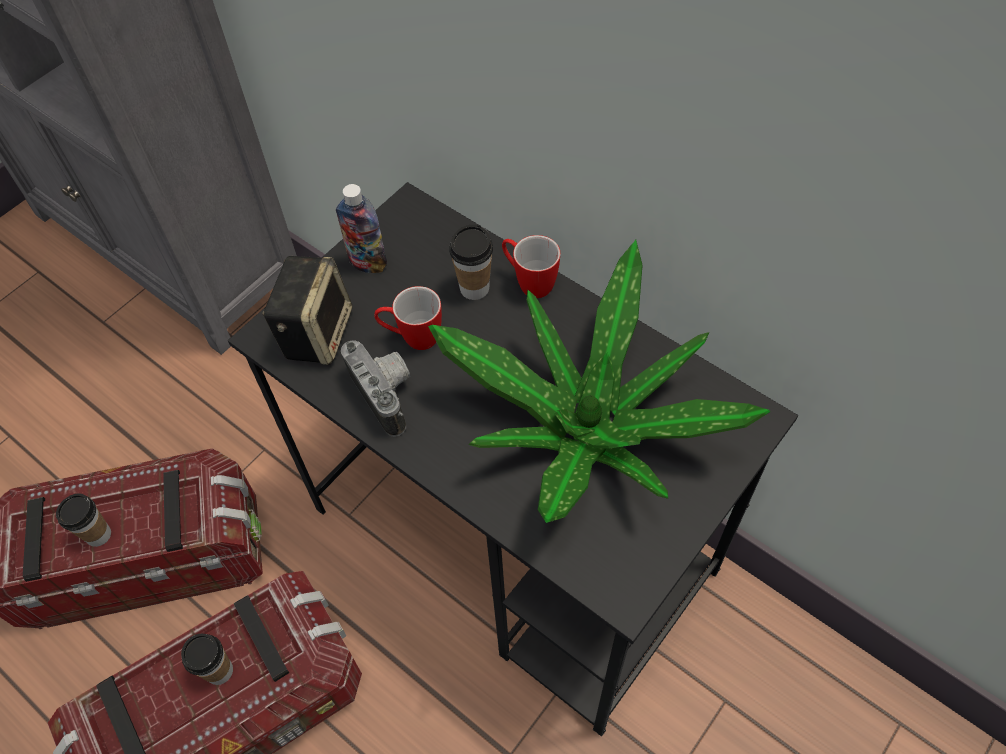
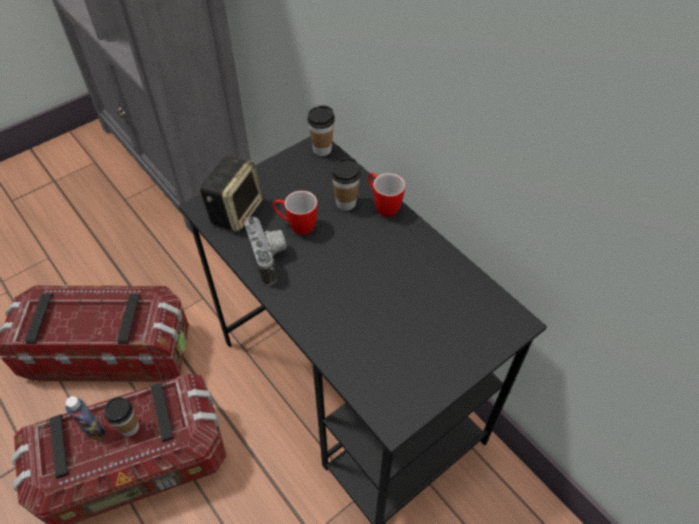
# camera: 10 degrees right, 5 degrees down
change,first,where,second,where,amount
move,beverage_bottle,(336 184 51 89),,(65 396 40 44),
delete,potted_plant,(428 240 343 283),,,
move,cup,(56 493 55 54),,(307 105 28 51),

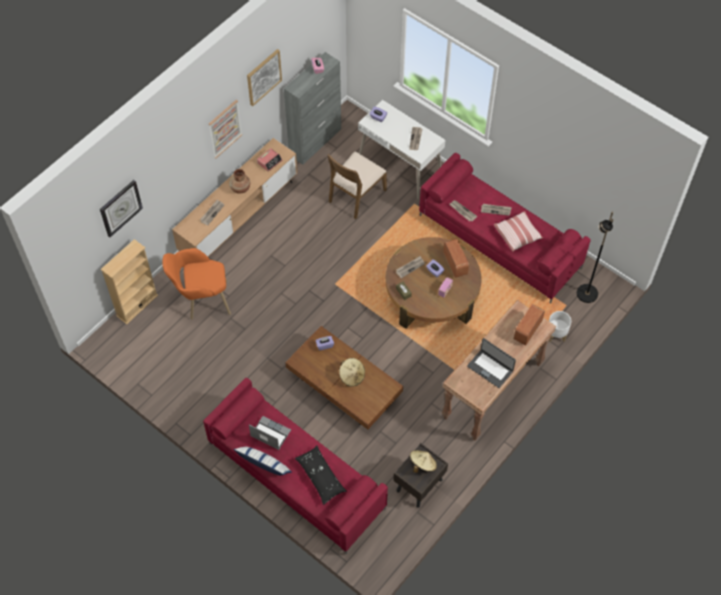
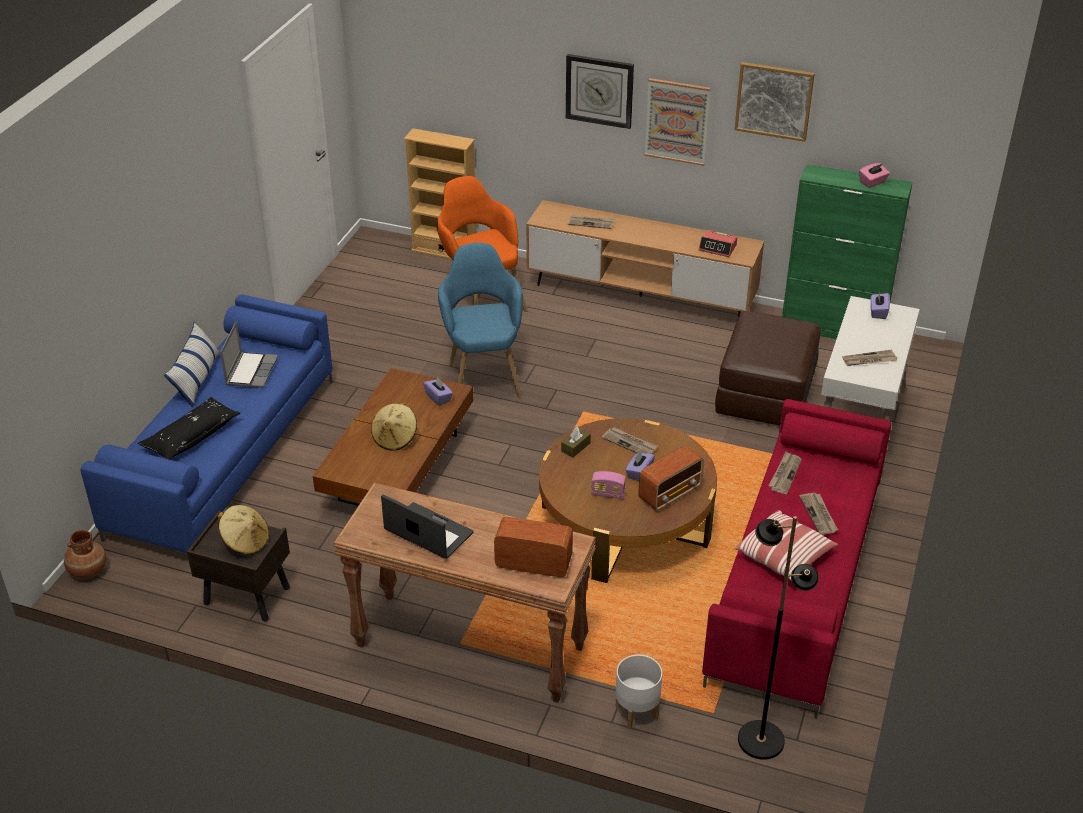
# camera: 70 degrees right, 20 degrees down
change,first,where,second,where,amount
recolor,grey_storage_cabinet,(284 52 57 113),greenish_storage_cabinet,(782 164 131 175),
replace,brown-coloured_upright_chair,(327 151 60 68),brown-coloured_footrest,(715 311 106 115),
move,brown-coloured_vase,(229 169 21 25),,(64 530 42 49),
move,wall_clock,(100 180 43 57),,(566 54 68 75),
rotate,portable_computer,(467 338 49 50),,(381 494 93 65),105 degrees clockwise
recolor,red-coloured_settee,(203 378 185 177),blue_settee,(81 294 252 266),
insert,,,blue_lounge_chair,(438 243 85 155),

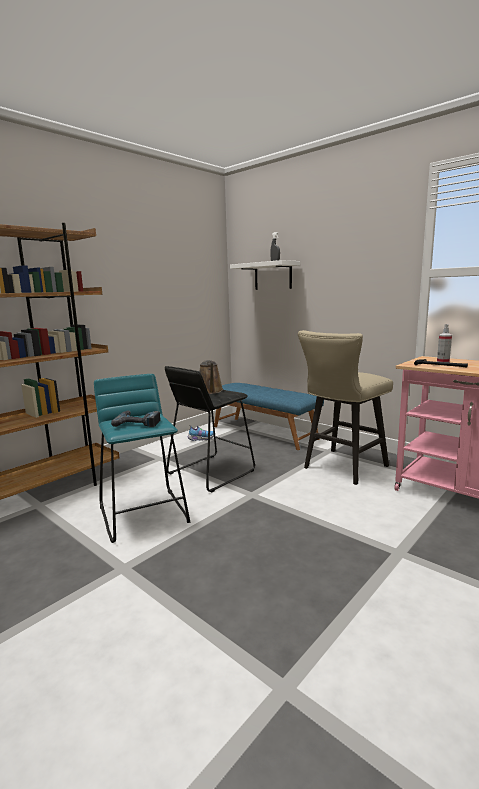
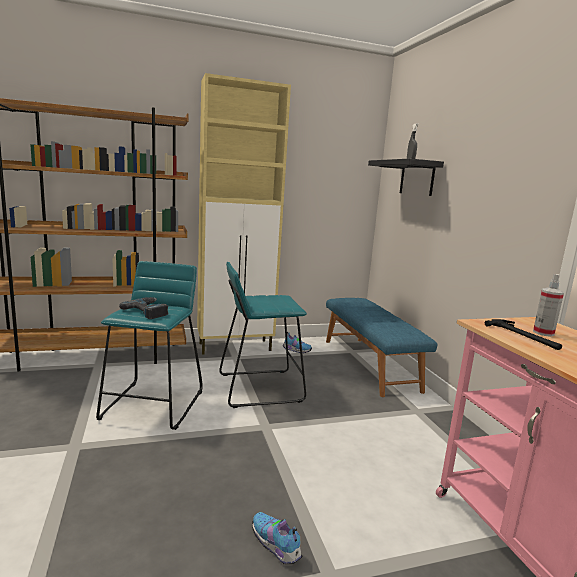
# camera: 30 degrees right, 0 degrees up
change,first,where,second,where,amount
recolor,white-coloured_wall_shelf,(230 260 70 30),blackish_wall_shelf,(368 159 76 37),
delete,beige_stool,(298 330 95 155),,,
delete,brown-coloured_watering_pot,(199 360 24 34),,,
recolor,blackish_stool,(165 366 90 126),turquoise-coloured_stool,(219 262 88 146),
insert,,,beige_storage_cabinet,(197 73 94 282),
insert,,,shoe,(252 512 51 52),

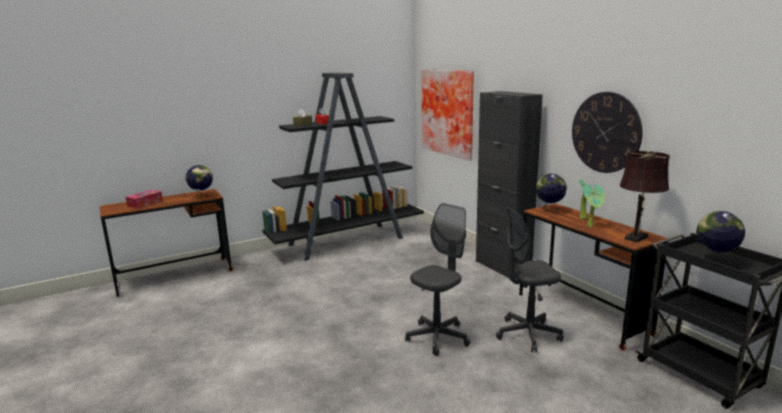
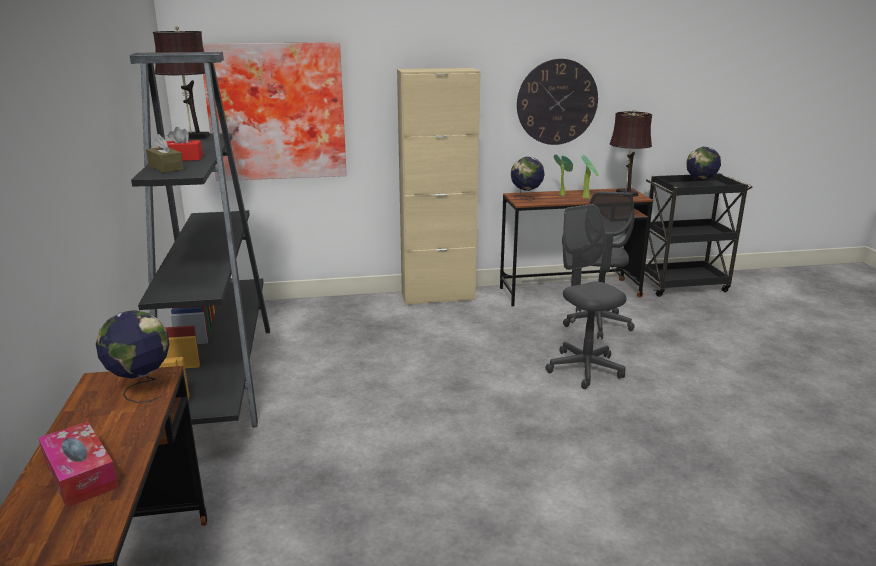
# camera: 70 degrees left, 5 degrees up
change,first,where,second,where,amount
recolor,blackish_storage_cabinet,(476 91 67 187),beige_storage_cabinet,(397 68 84 237),
insert,,,brown-coloured_lamp_for_a_table,(153 26 58 113),

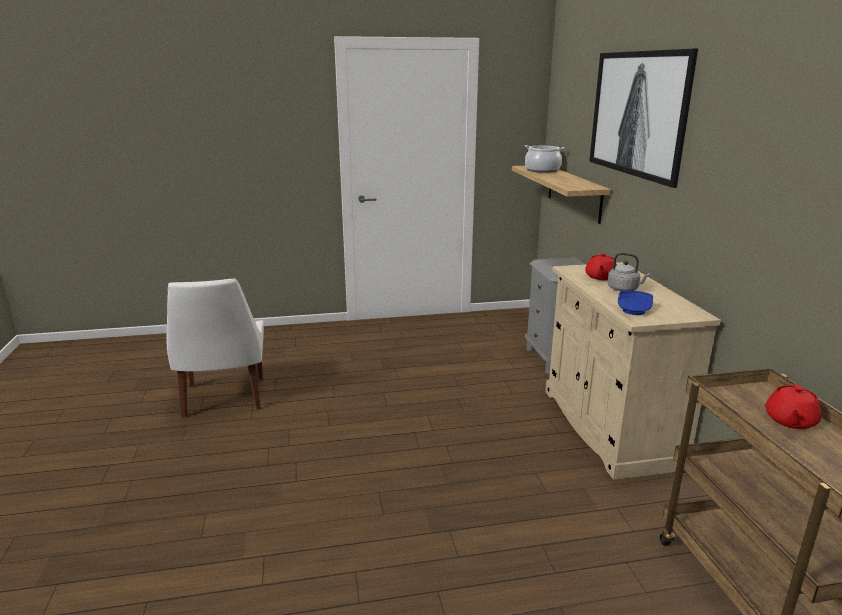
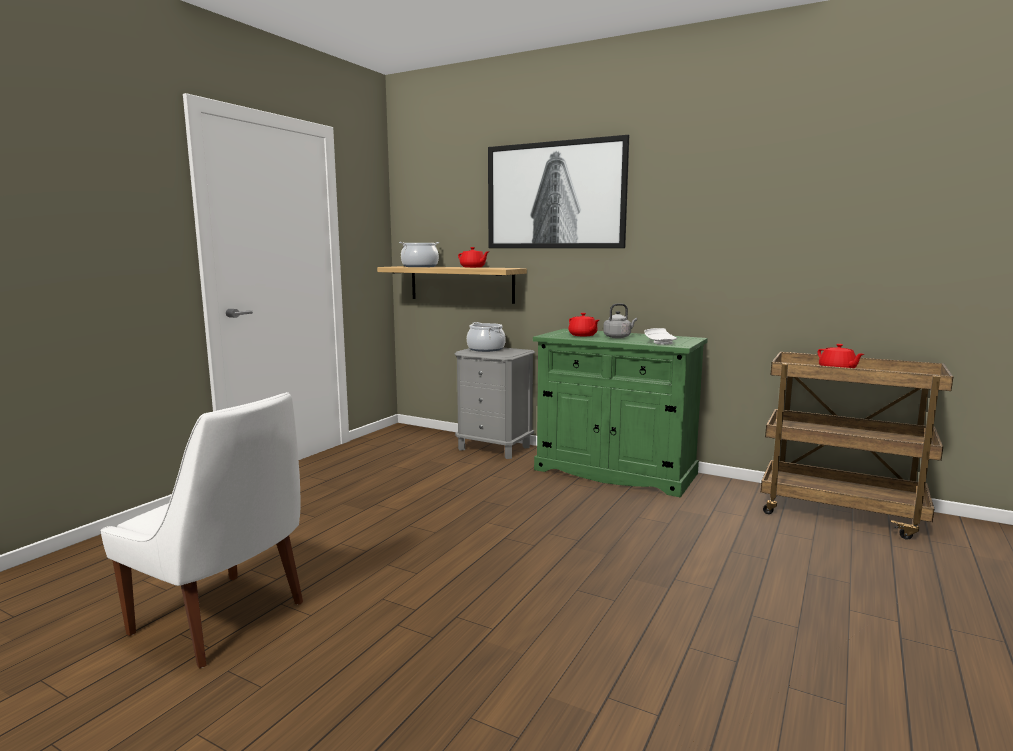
# camera: 50 degrees left, 10 degrees down
change,first,where,second,where,amount
recolor,beige_storage_cabinet,(545 262 176 218),greenish_storage_cabinet,(533 329 175 168),
recolor,blue_flat_dish,(618 291 35 24),white-coloured_flat_dish,(644 328 33 17),
insert,,,red-coloured_teapot,(458 247 32 21),
insert,,,stockpot,(467 322 39 30),

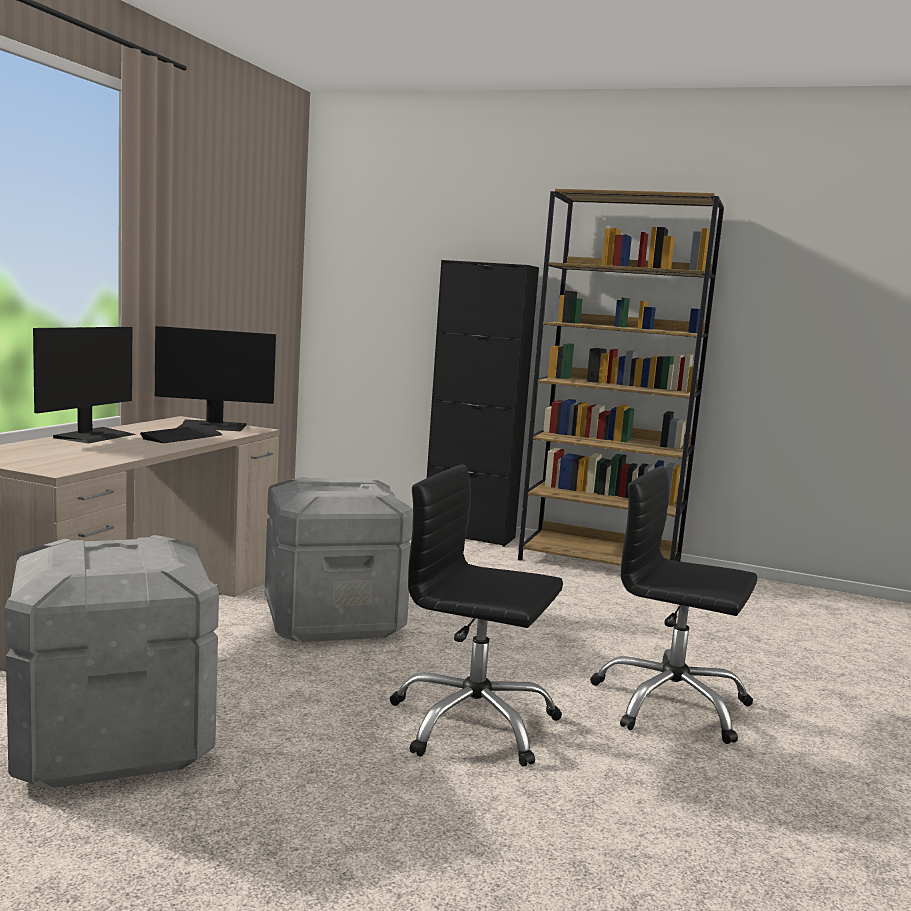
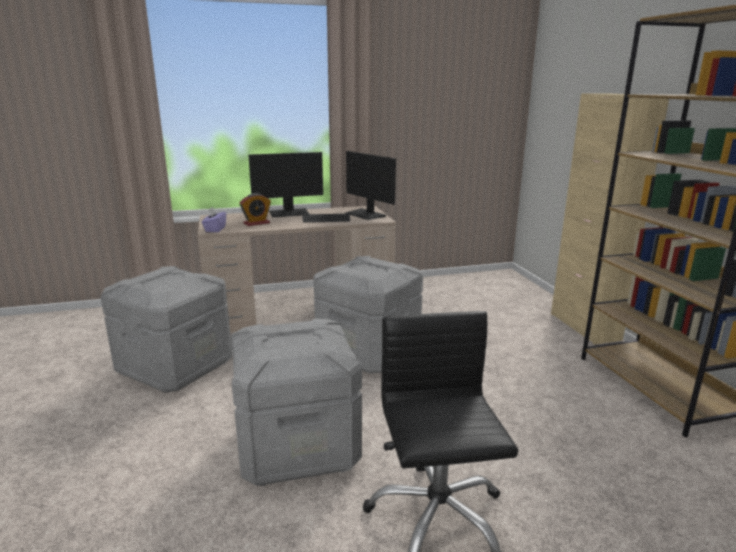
# camera: 55 degrees right, 10 degrees up
change,first,where,second,where,amount
recolor,blackish_storage_cabinet,(427 260 112 287),beige_storage_cabinet,(551 94 118 251),
replace,blackish_office_chair,(390 464 173 303),grey_storage_container,(231 319 131 167),
insert,,,alarm_clock,(240 193 31 33),
insert,,,purple-coloured_tissue_holder,(202 207 24 25),

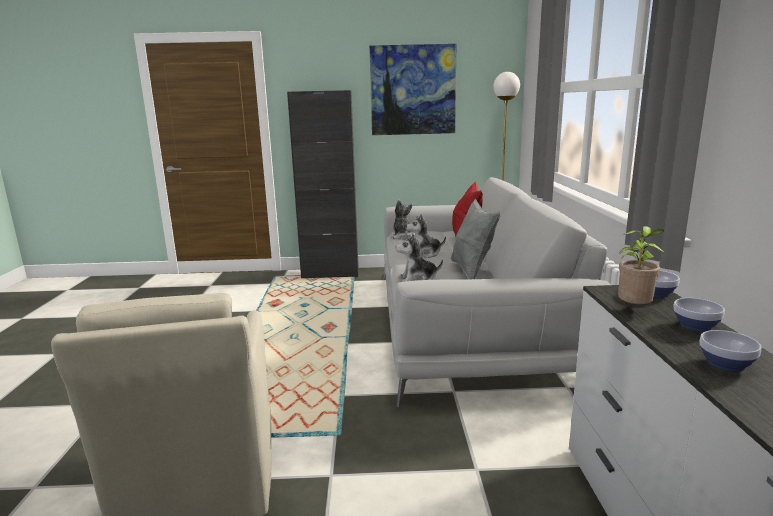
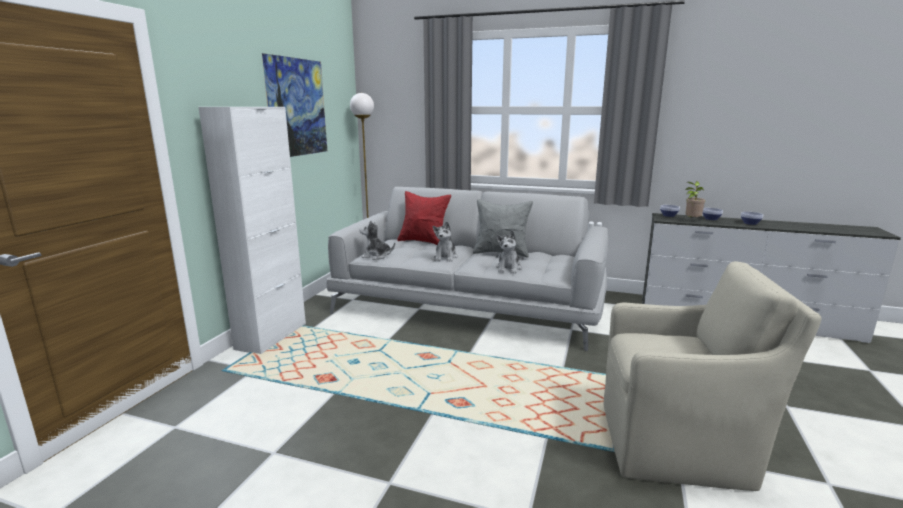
# camera: 70 degrees left, 0 degrees up
change,first,where,second,where,amount
recolor,blackish_storage_cabinet,(287 90 72 188),white-coloured_storage_cabinet,(199 107 107 247),

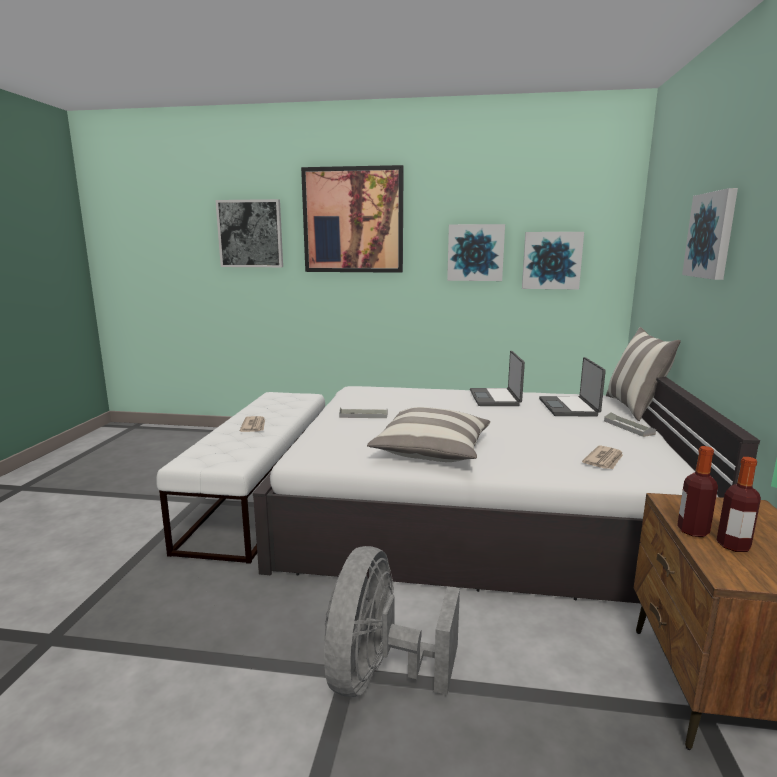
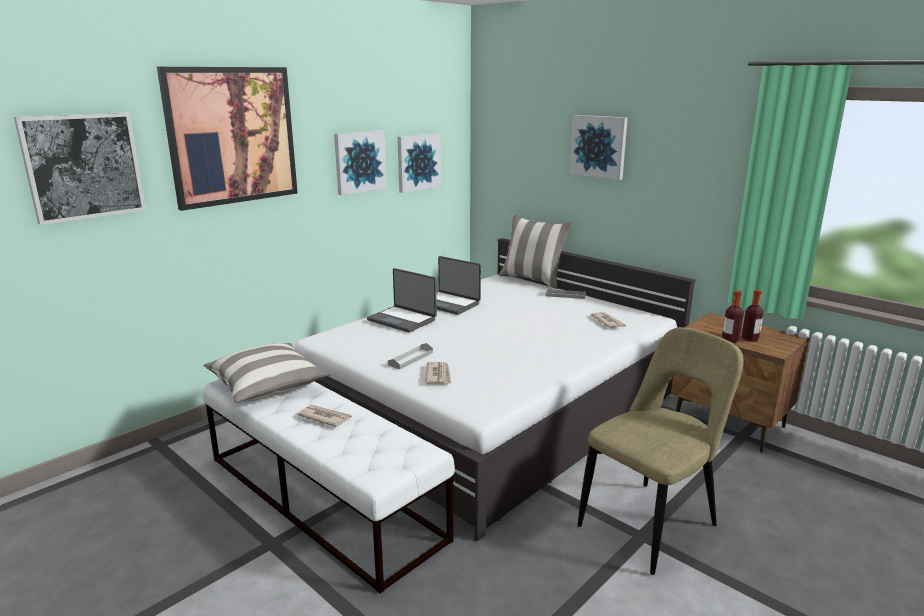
# camera: 55 degrees left, 5 degrees up
change,first,where,second,where,amount
move,portable_computer,(539 357 67 60),,(367 268 70 64),
move,cushion,(367 407 124 55),,(203 343 128 60),
replace,grey_fan,(324 546 136 151),beige_upright_chair,(578 327 166 248),
insert,,,daily_paper,(425 362 26 23),

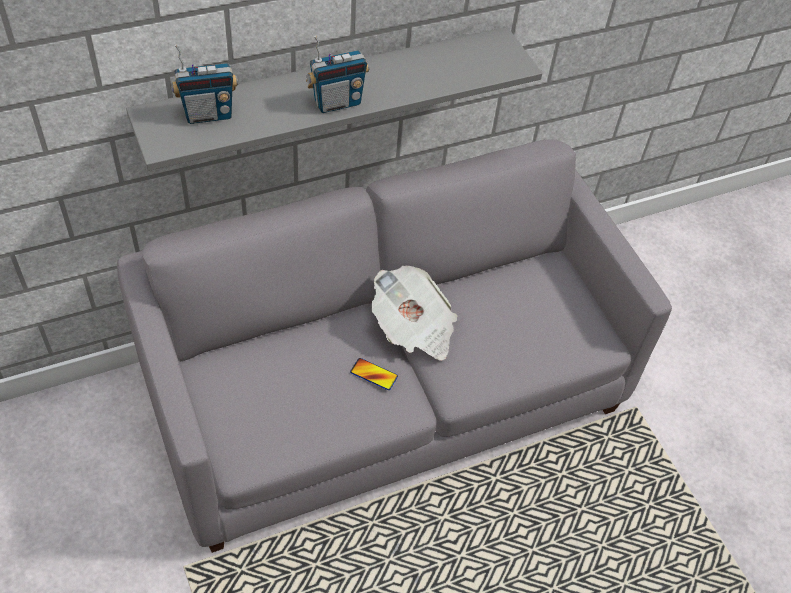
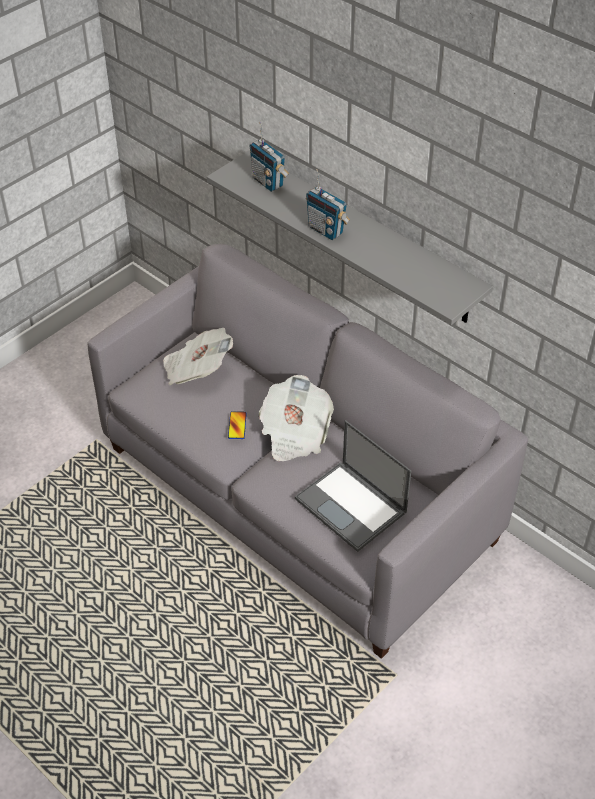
# camera: 70 degrees right, 5 degrees down
change,first,where,second,where,amount
insert,,,daily_paper,(163 328 70 57),
insert,,,portable_computer,(295 420 116 132),

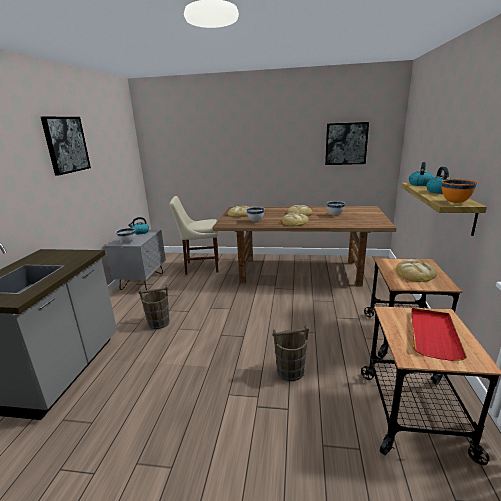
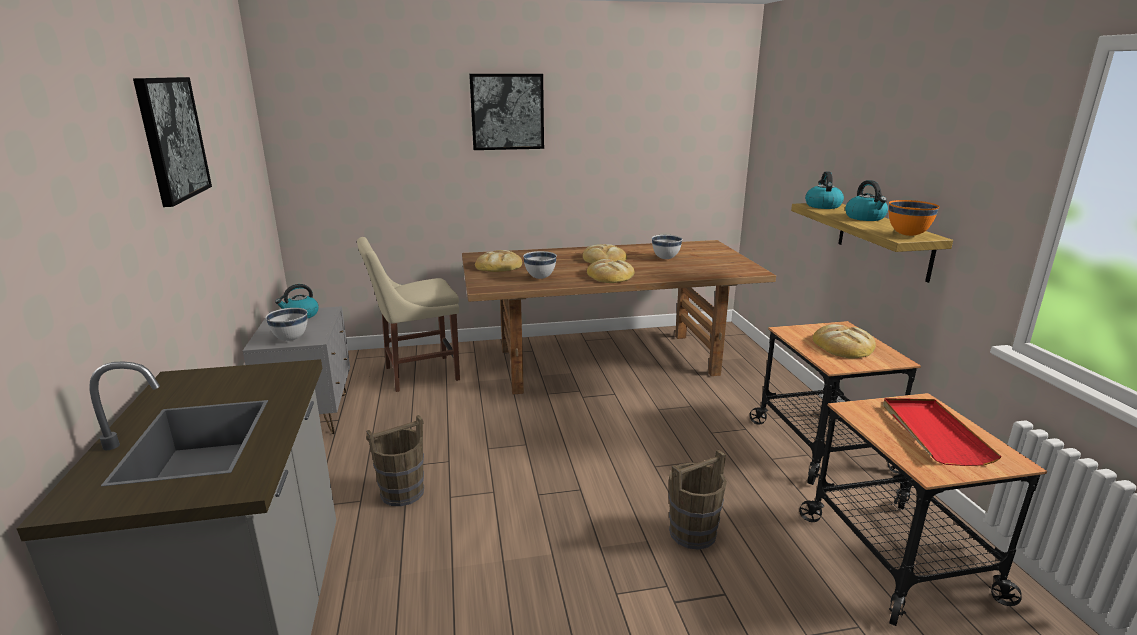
# camera: 20 degrees left, 0 degrees up
change,first,where,second,where,amount
move,picture,(325 122 44 43),,(469 74 75 76),

